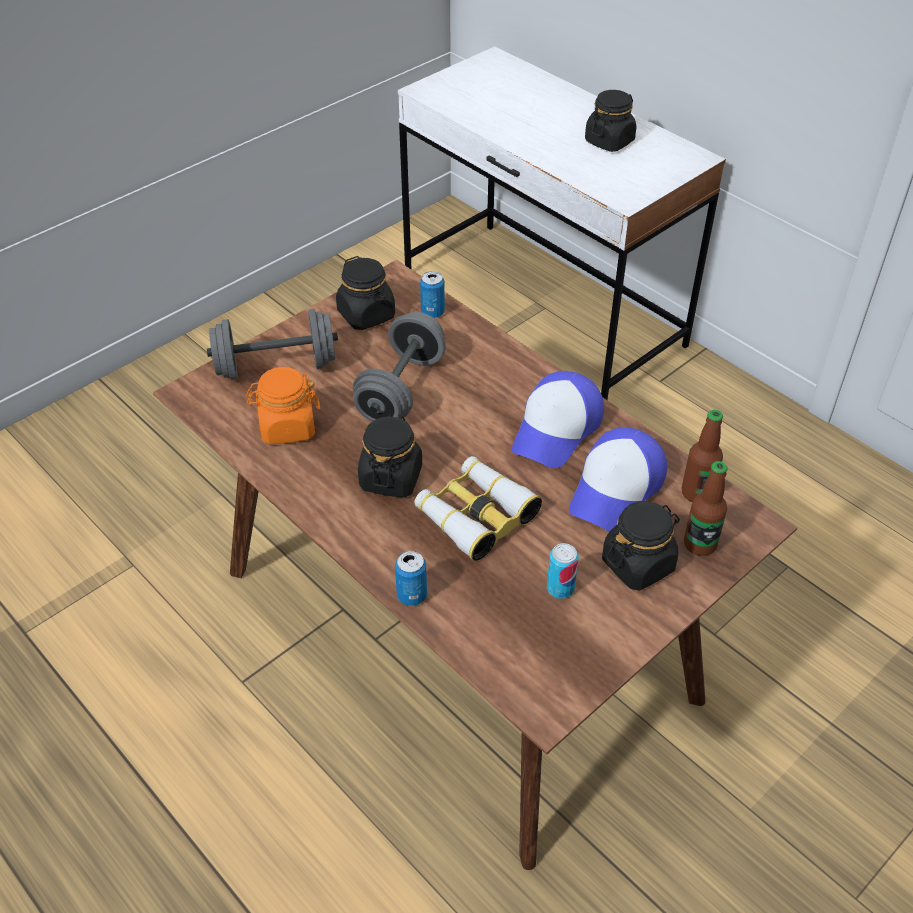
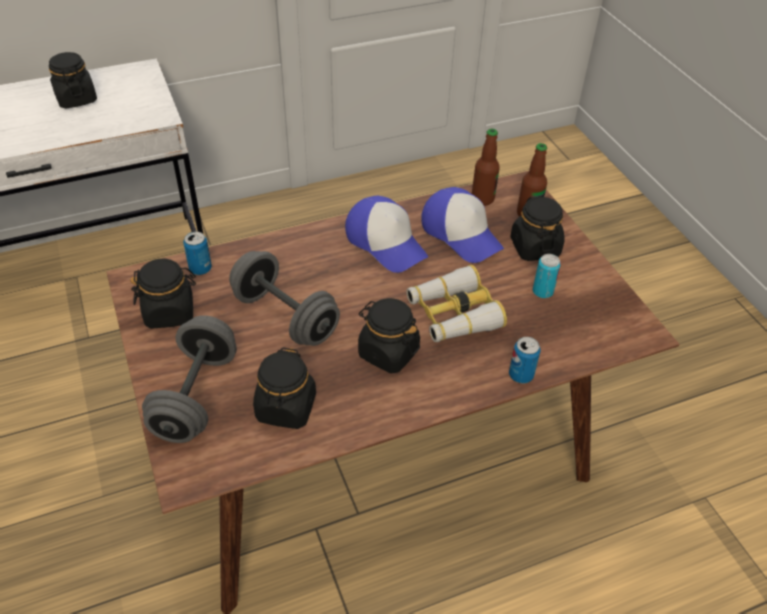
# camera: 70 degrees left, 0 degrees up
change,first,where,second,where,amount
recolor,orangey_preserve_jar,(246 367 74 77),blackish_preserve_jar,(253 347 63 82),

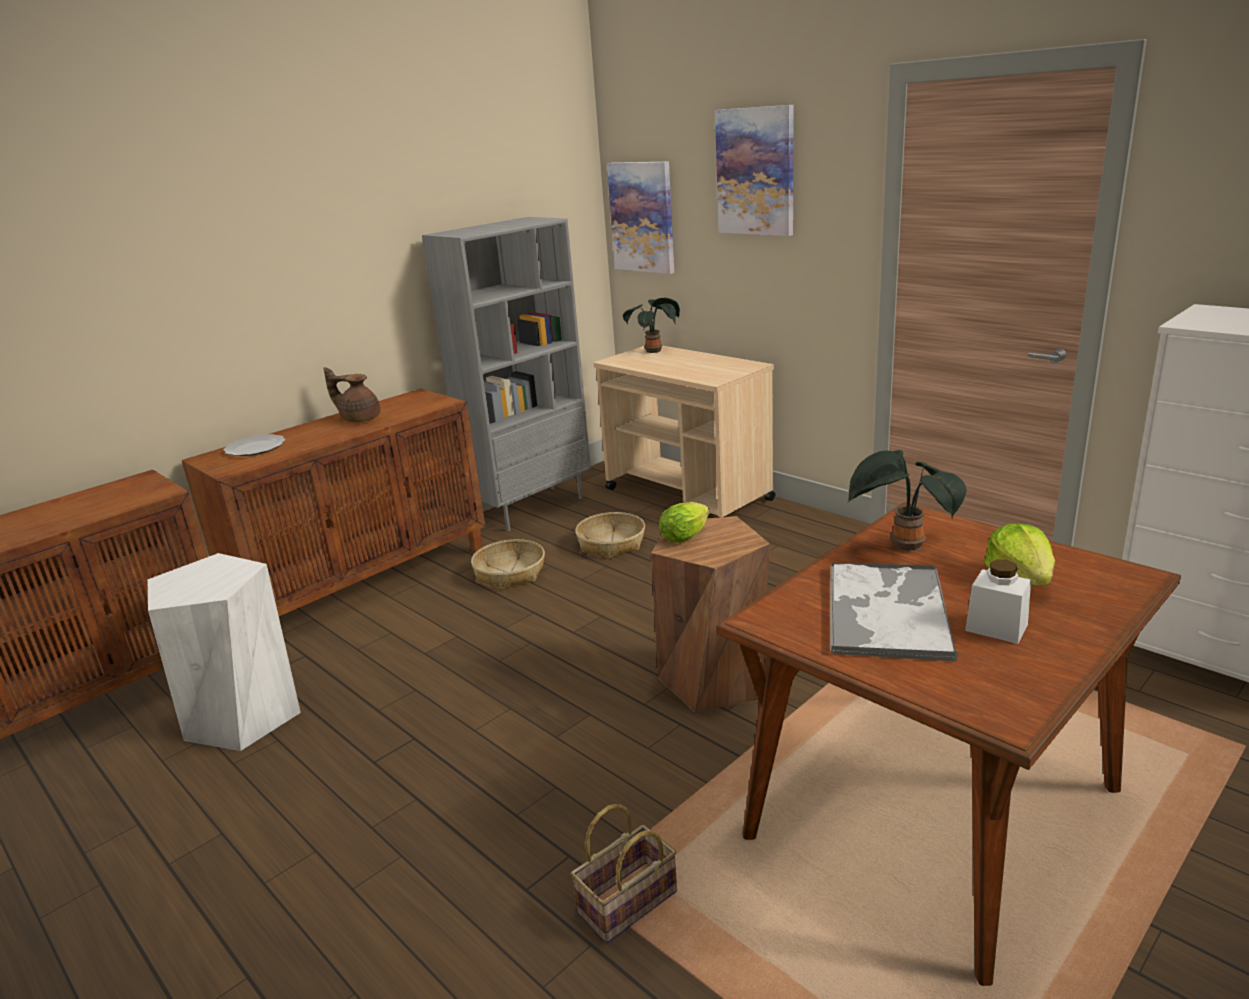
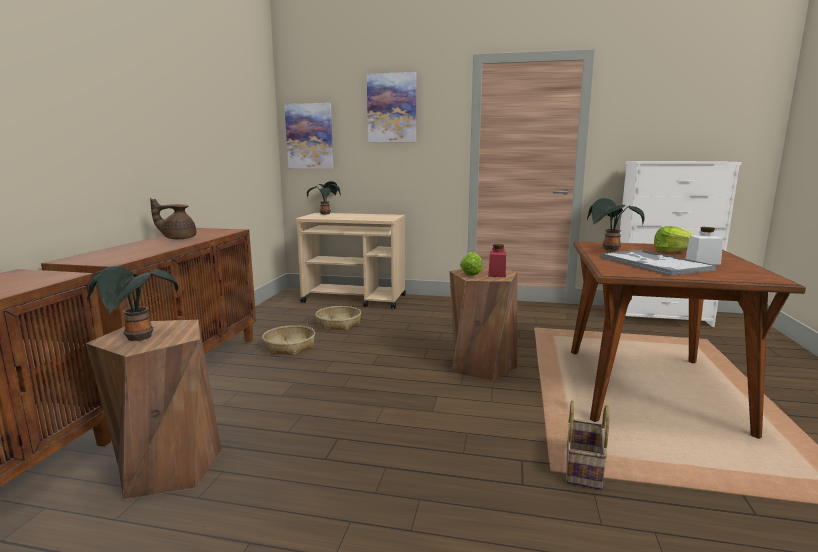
# camera: 35 degrees left, 10 degrees down
change,first,where,second,where,amount
delete,grey_shelving_unit,(422 217 169 315),,,
delete,flat_dish,(223 434 63 22),,,
recolor,white-coloured_stool,(148 553 153 198),brown-coloured_stool,(86 320 136 180),
insert,,,red-coloured_preserve_jar,(488 244 18 33),
insert,,,potted_plant,(87 266 91 75),

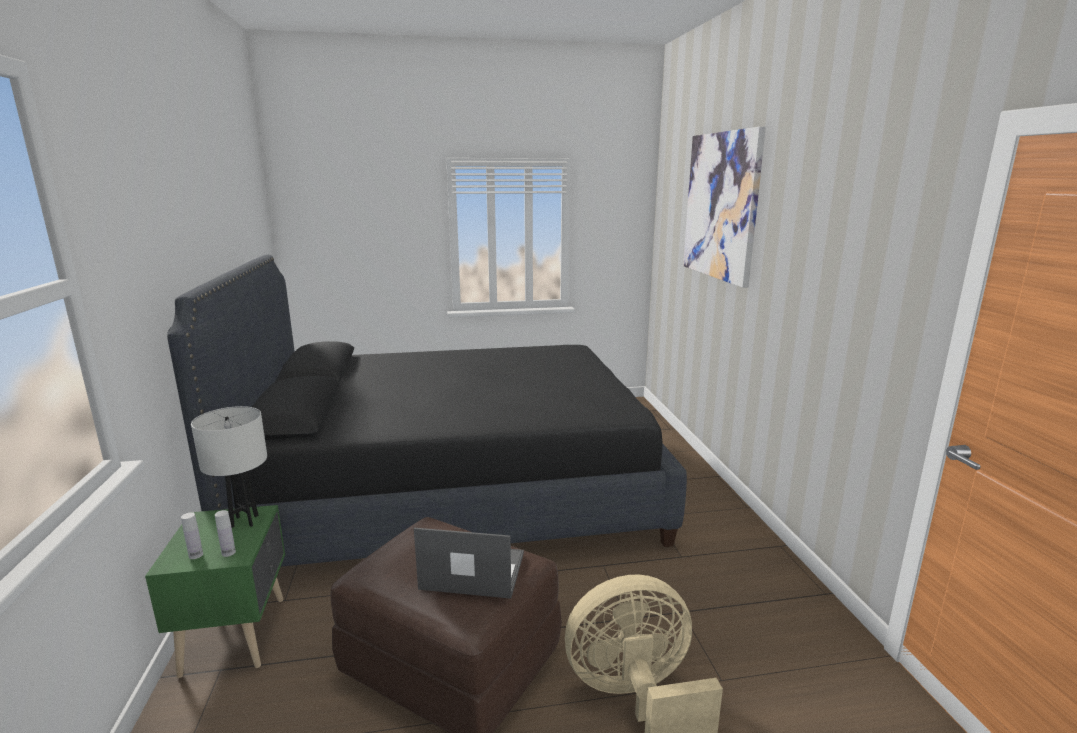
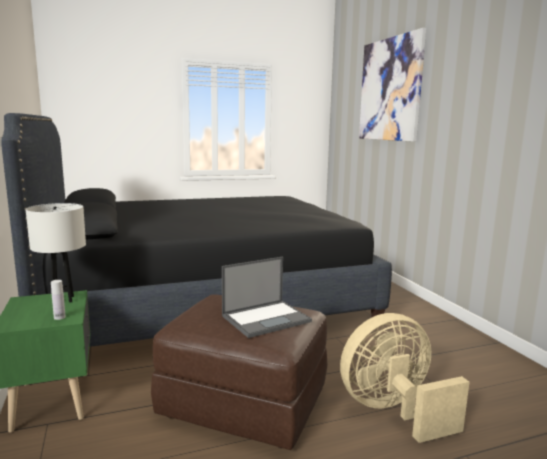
# camera: 10 degrees left, 5 degrees down
change,first,where,second,where,amount
delete,white-coloured_beverage_bottle,(181 512 22 47),,,
rotate,portable_computer,(414 528 110 71),,(222 257 90 81),150 degrees clockwise

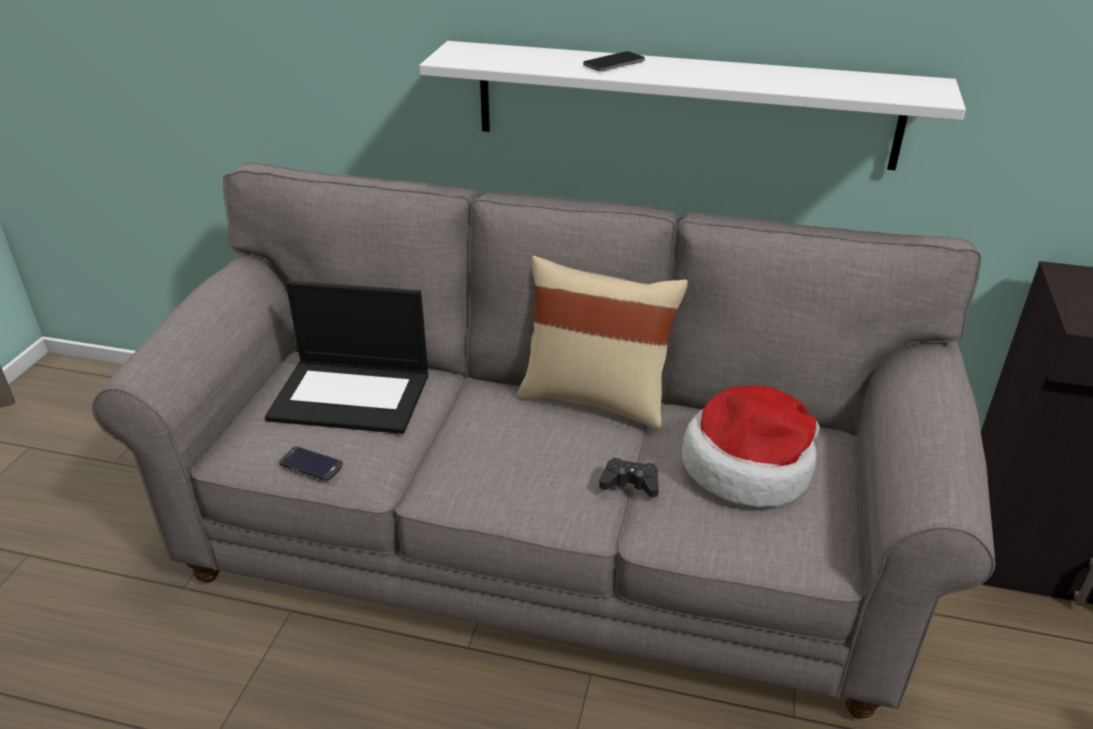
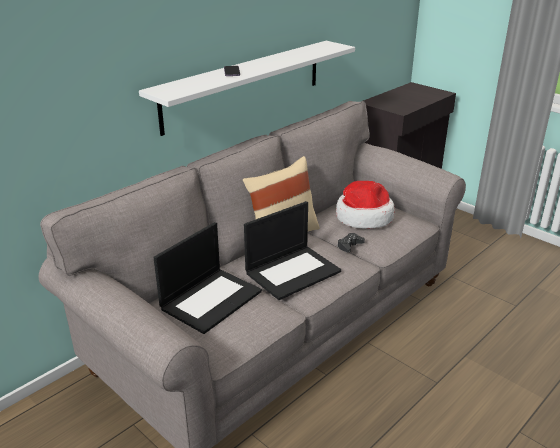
# camera: 60 degrees left, 5 degrees down
change,first,where,second,where,amount
delete,handset,(279 447 64 33),,,
insert,,,portable_computer,(244 201 97 99),

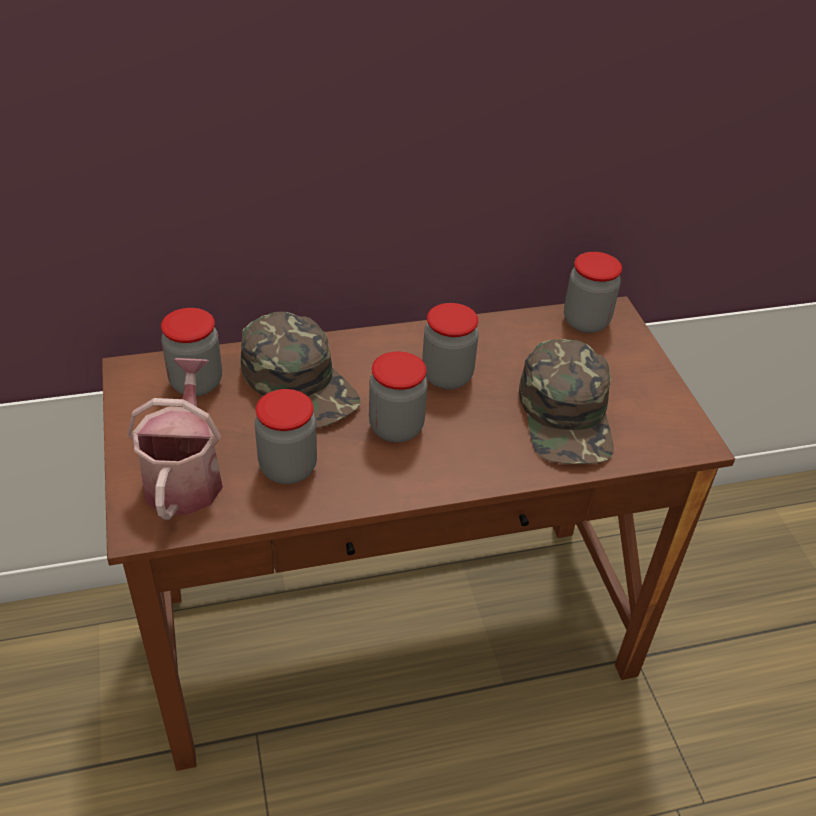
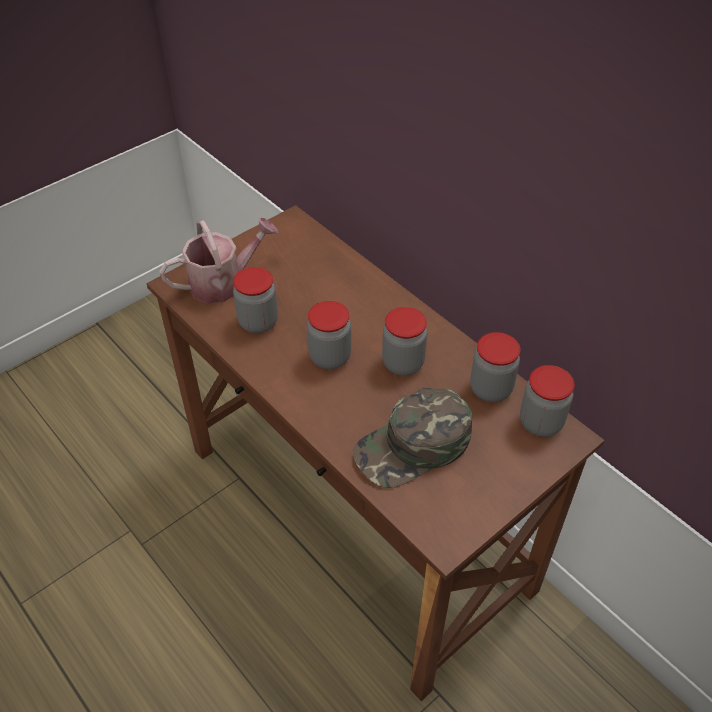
# camera: 65 degrees right, 5 degrees up
change,first,where,second,where,amount
move,preserve_jar,(161 308 61 88),,(470 332 50 70),
delete,greenish_peaked_cap,(240 312 121 117),,,

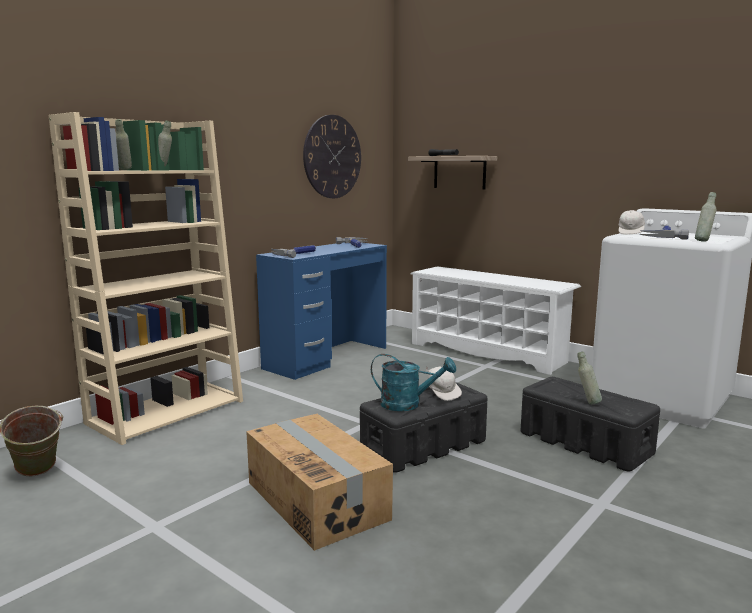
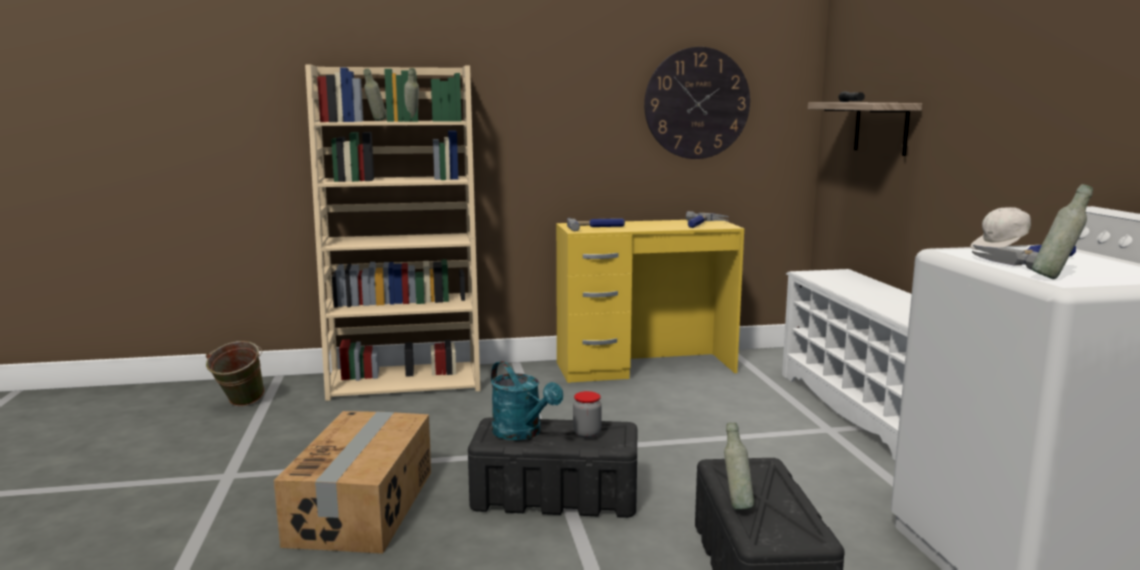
# camera: 40 degrees right, 0 degrees up
change,first,where,second,where,amount
recolor,blue_desk,(256 243 131 137),yellowish_desk,(556 220 188 163),
replace,white-coloured_peaked_cap,(426 366 36 35),preserve_jar,(573 391 29 47),

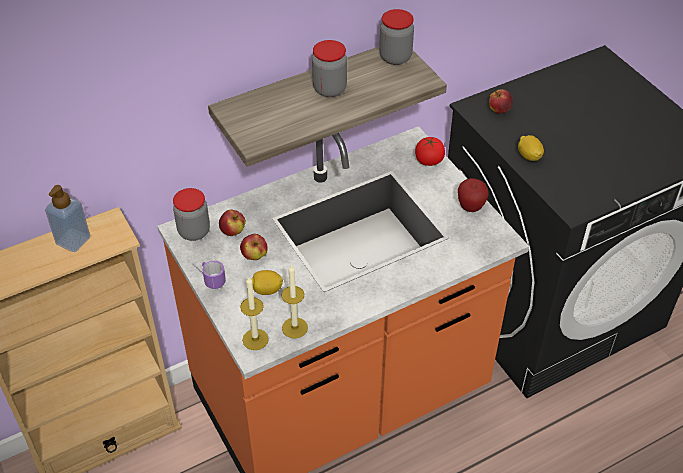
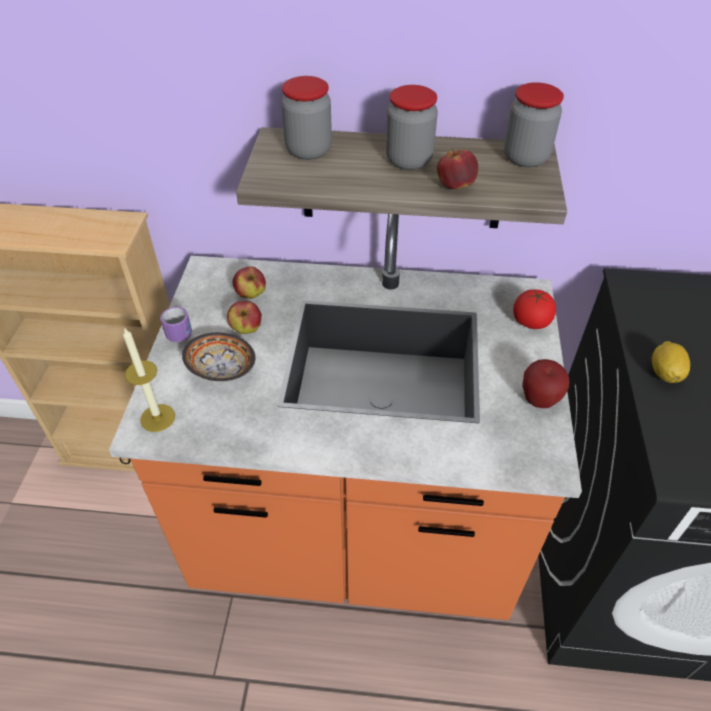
# camera: 35 degrees right, 0 degrees up
change,first,where,second,where,amount
move,apple_fruit,(489 89 24 25),,(437 147 41 42),
delete,soap_dispenser,(45 185 45 67),,,
move,preserve_jar,(173 188 37 53),,(281 76 51 84),
delete,wax_candle,(282 265 26 73),,,
replace,lemon,(251 270 32 25),deep_dish,(182 333 74 48),

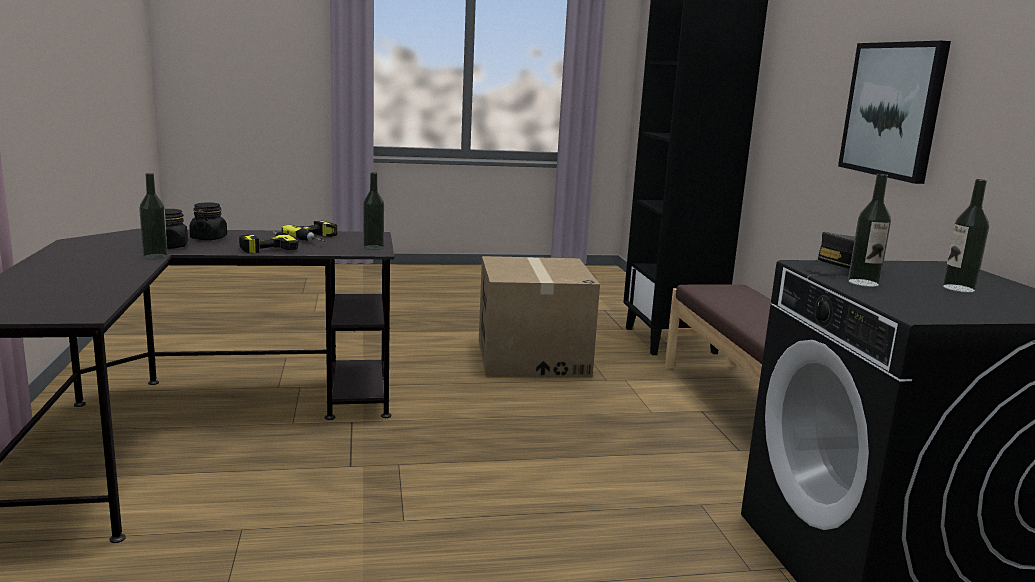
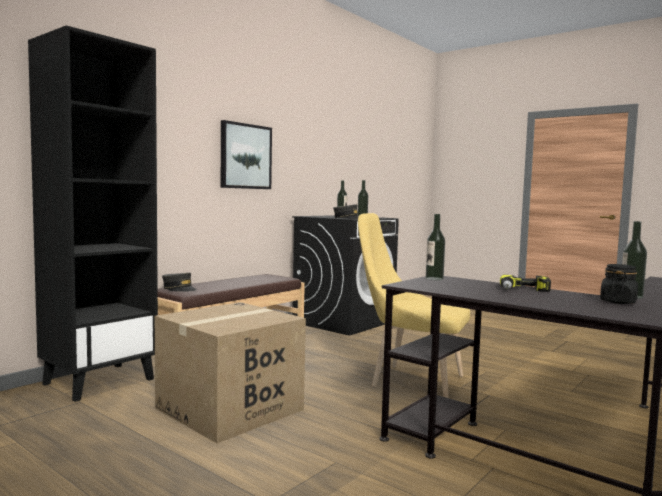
# camera: 130 degrees left, 10 degrees down
change,first,where,second,where,amount
delete,blackish_preserve_jar,(190 202 37 38),,,
delete,drill,(282 221 55 21),,,
insert,,,yellowish_upright_chair,(358 213 112 185),
insert,,,grey_peaked_cap,(162 273 35 19),

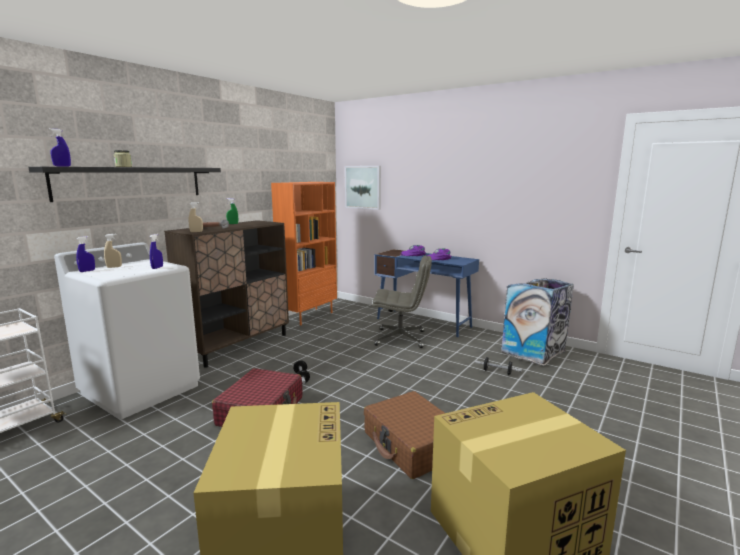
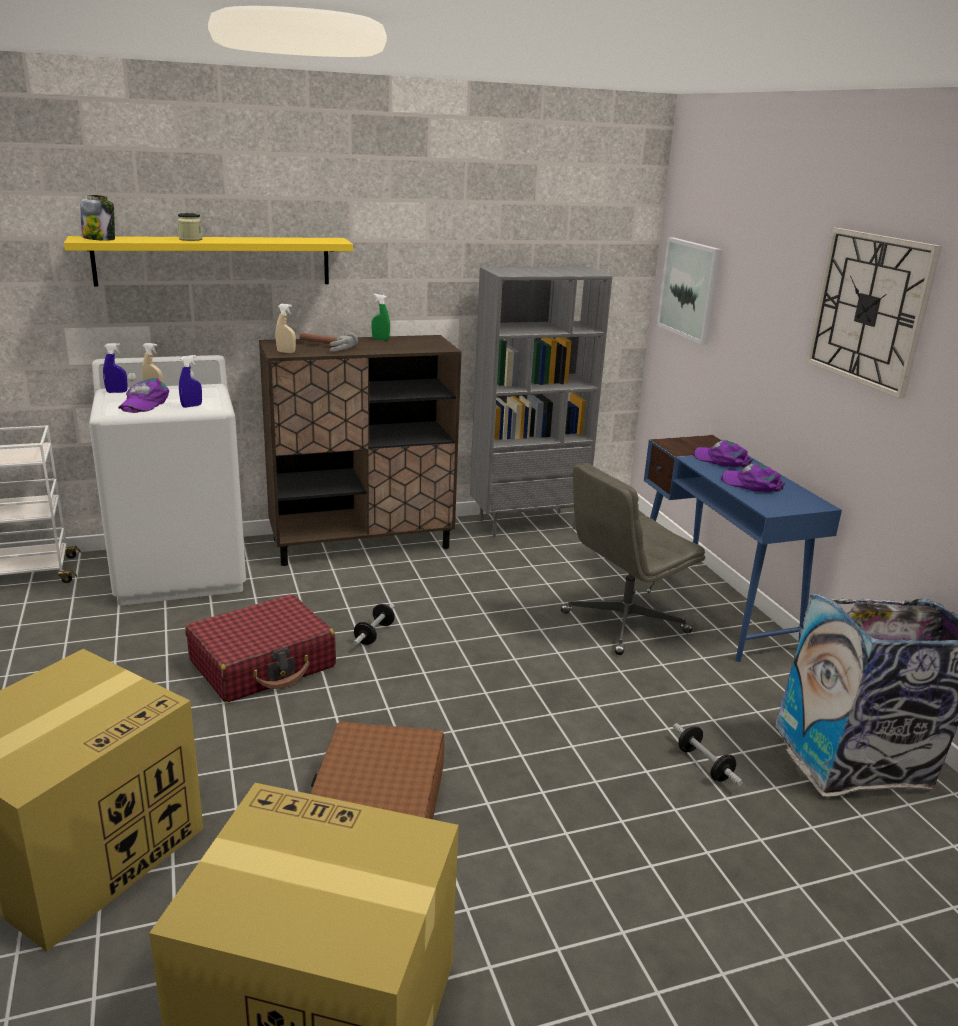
# camera: 35 degrees right, 10 degrees up
change,first,where,second,where,amount
replace,blue_sprayer,(49 128 22 39),preserve_jar,(80 195 35 46),
recolor,blackish_wall_shelf,(28 167 193 35),yellowish_wall_shelf,(64 236 289 50),
recolor,orangey_shelving_unit,(271 182 66 143),grey_shelving_unit,(470 267 143 270),
rotate,grey_office_chair,(372 256 60 92),,(561 463 144 192),105 degrees clockwise
insert,,,wall_clock,(806 228 136 171),
insert,,,purple-coloured_peaked_cap,(118 378 51 35),

